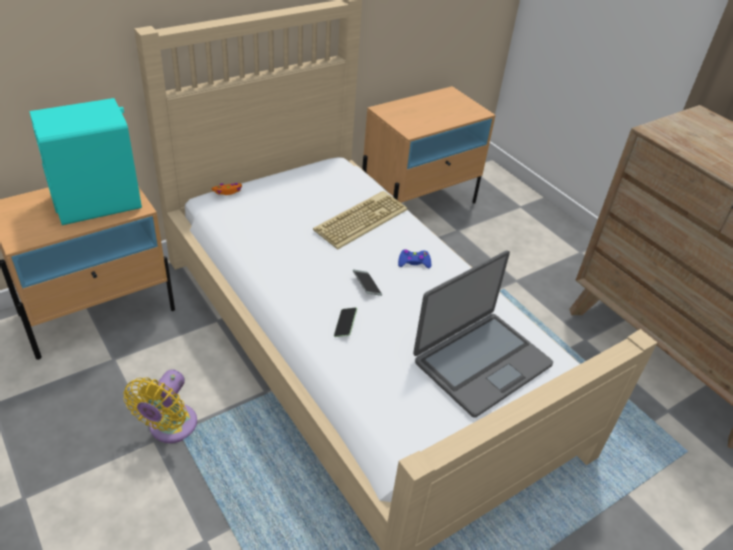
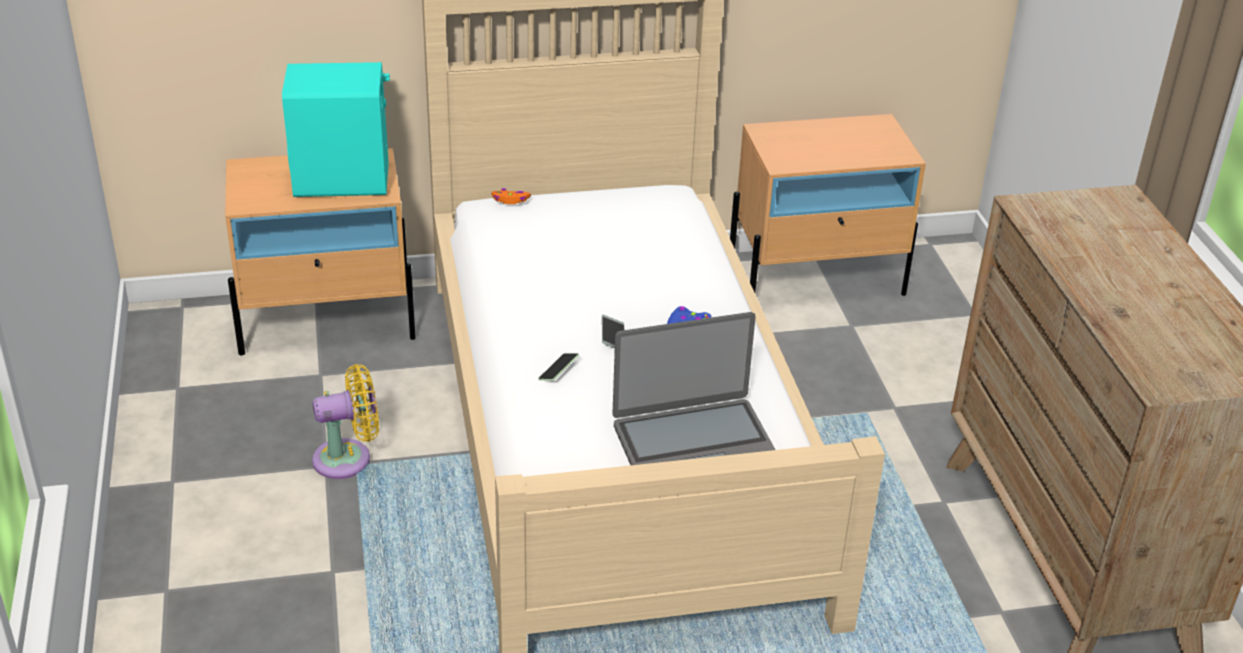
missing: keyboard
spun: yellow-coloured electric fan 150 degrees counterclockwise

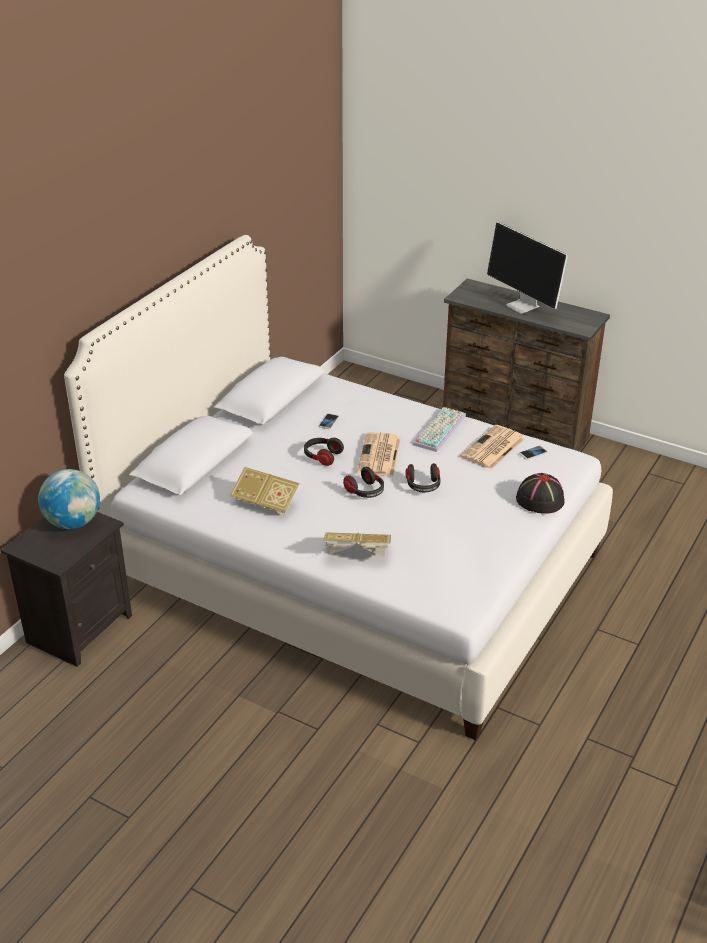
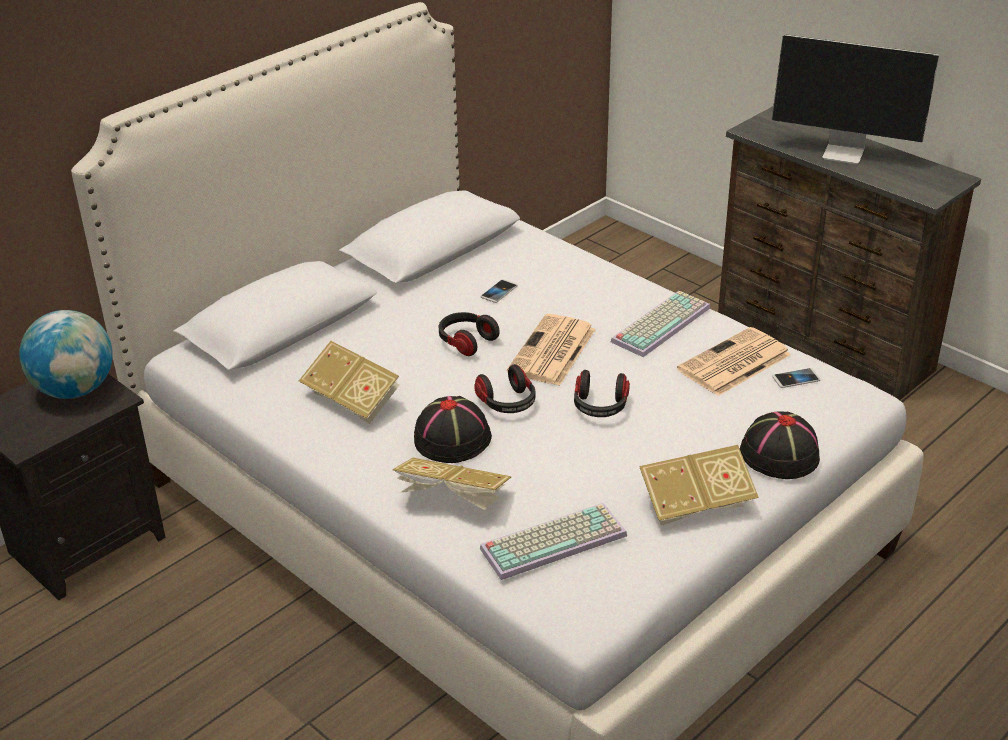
appeared: blackish wearable hat (no. 1 from left); bound book (no. 3 from left); keyboard (no. 1 from left)
spun: monitor 45 degrees counterclockwise

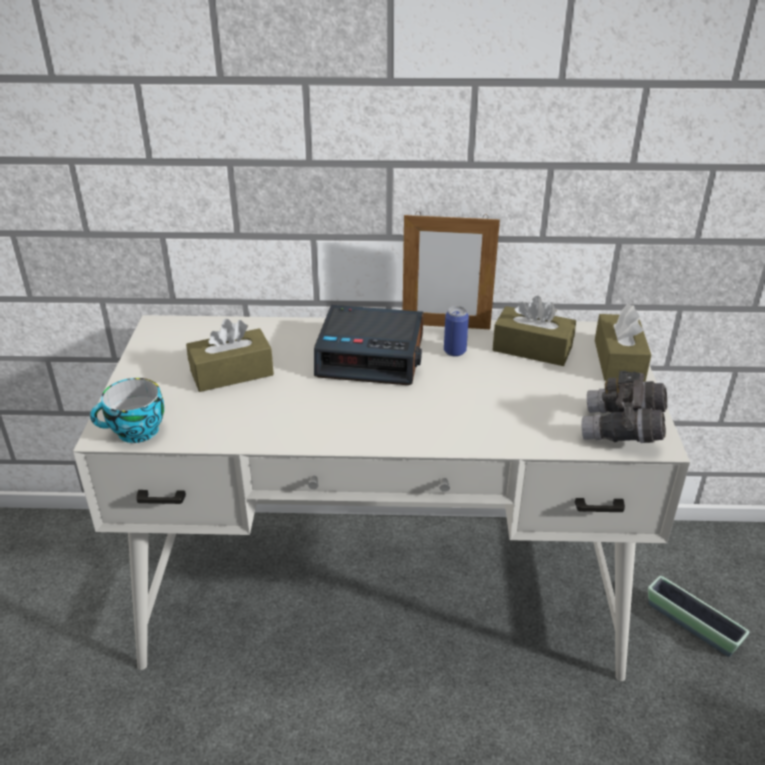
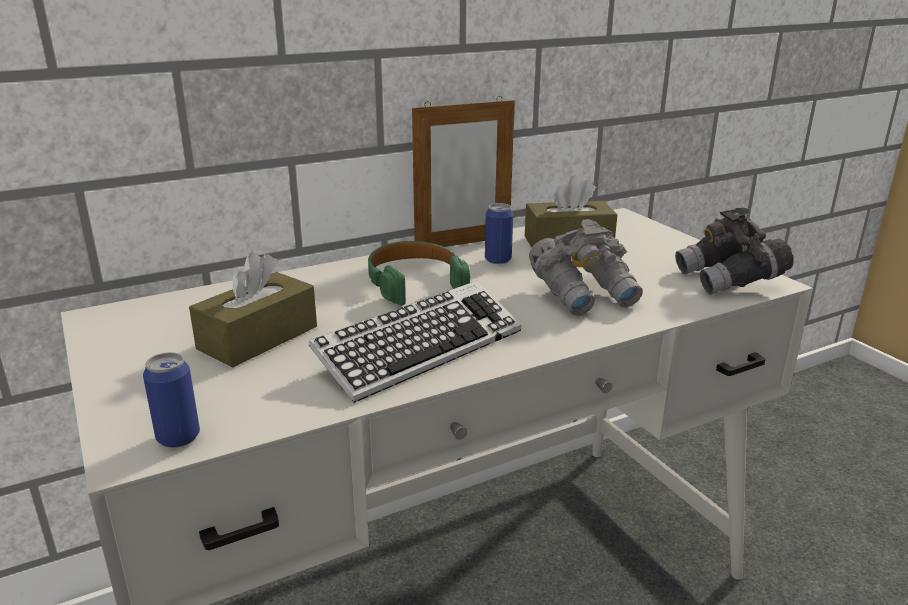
missing: brown tissue holder (no. 3 from left); planter
appeared: greyish binoculars (no. 1 from left); keyboard
exchanged: bedside clock to green pair of headphones; drinking cup to metal can (no. 1 from left)

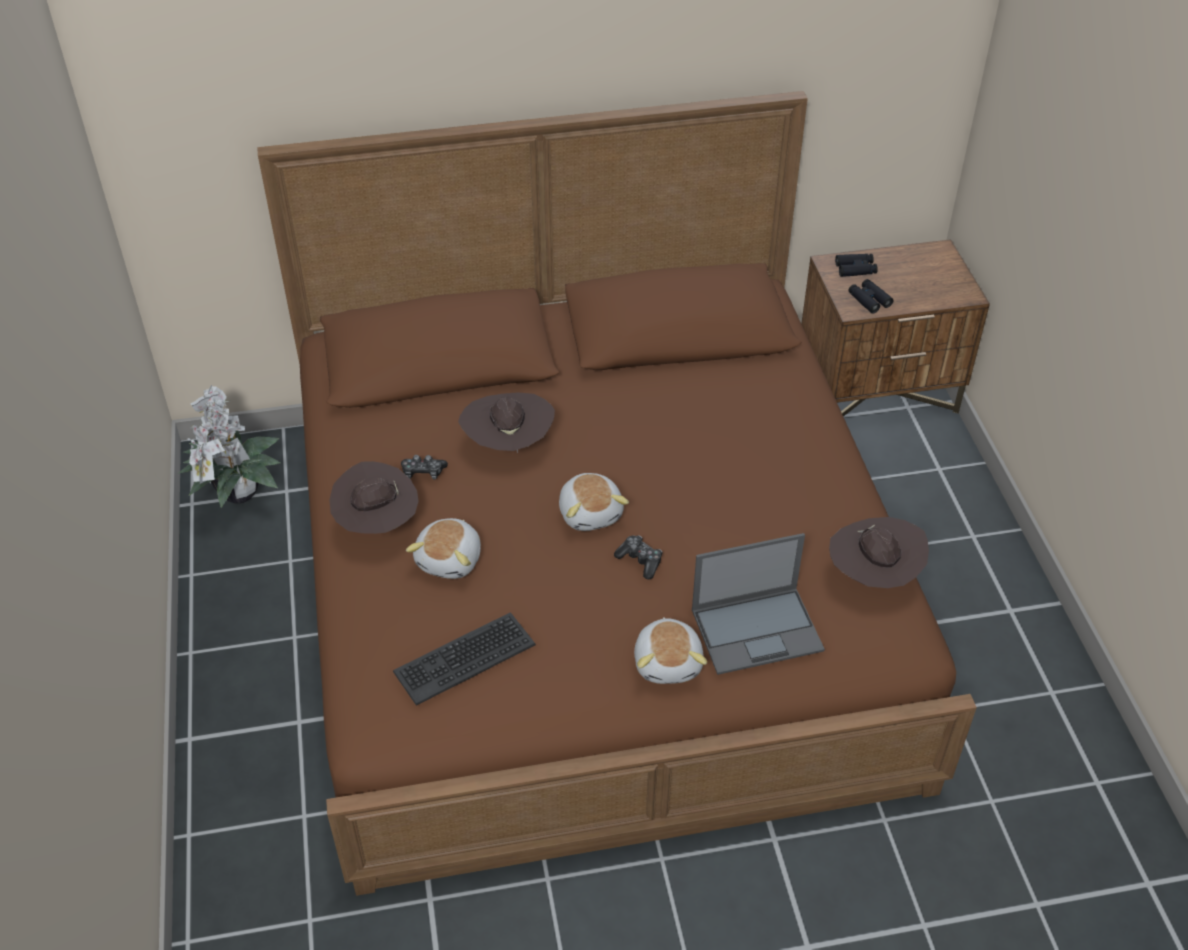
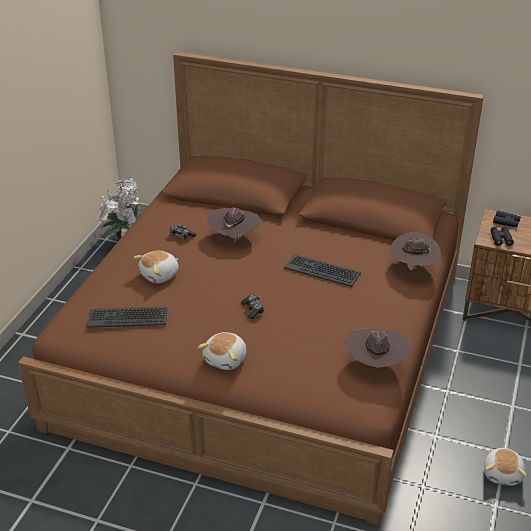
missing: laptop
appeared: keyboard (no. 2 from left)
relocated: brown wearable hat (no. 1 from left in the first image) to brown wearable hat (no. 3 from left); plush toy (no. 2 from left in the first image) to plush toy (no. 3 from left)

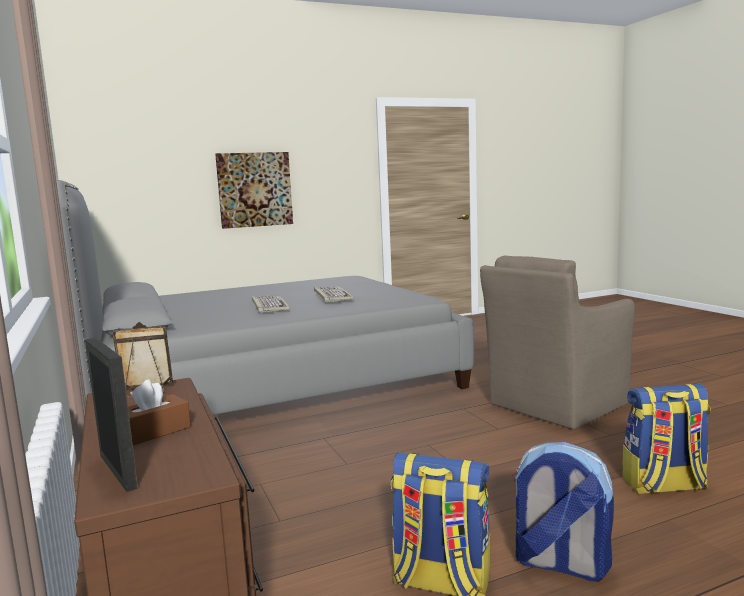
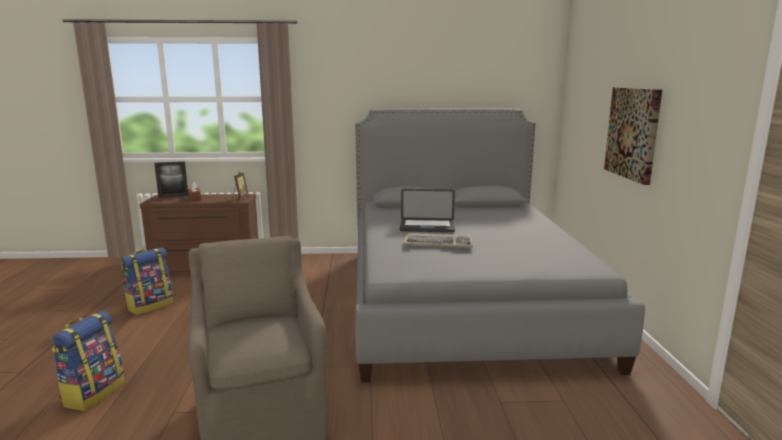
missing: rucksack (no. 2 from left)
exchanged: keyboard (no. 1 from left) to laptop

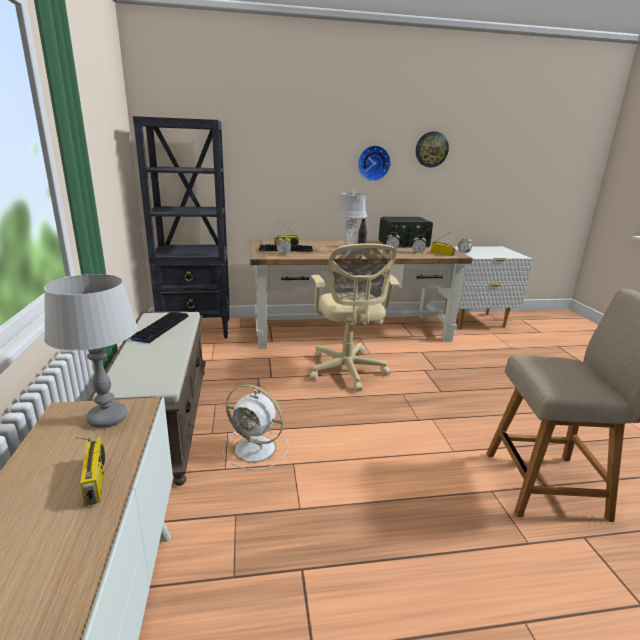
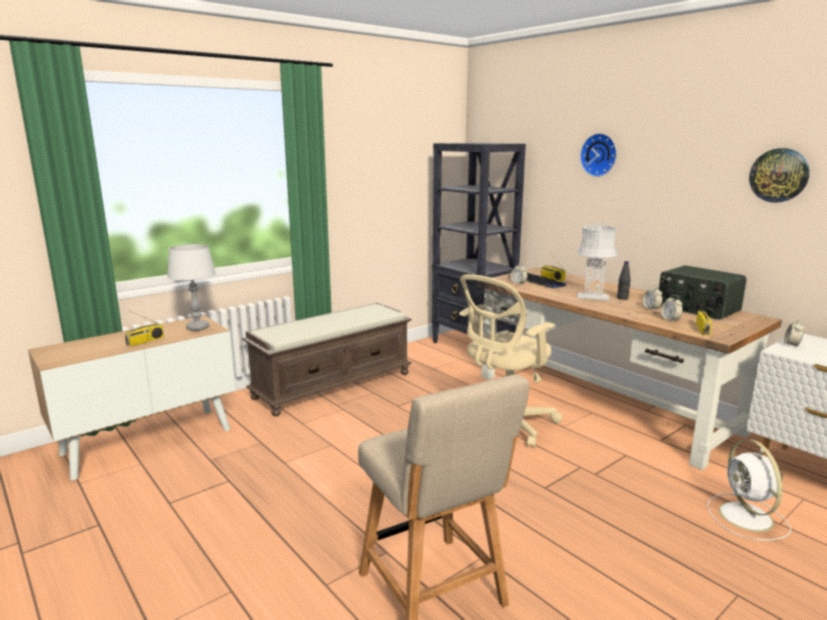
missing: keyboard (no. 1 from left)
relocated: hanging clock (no. 1 from left); white electric fan

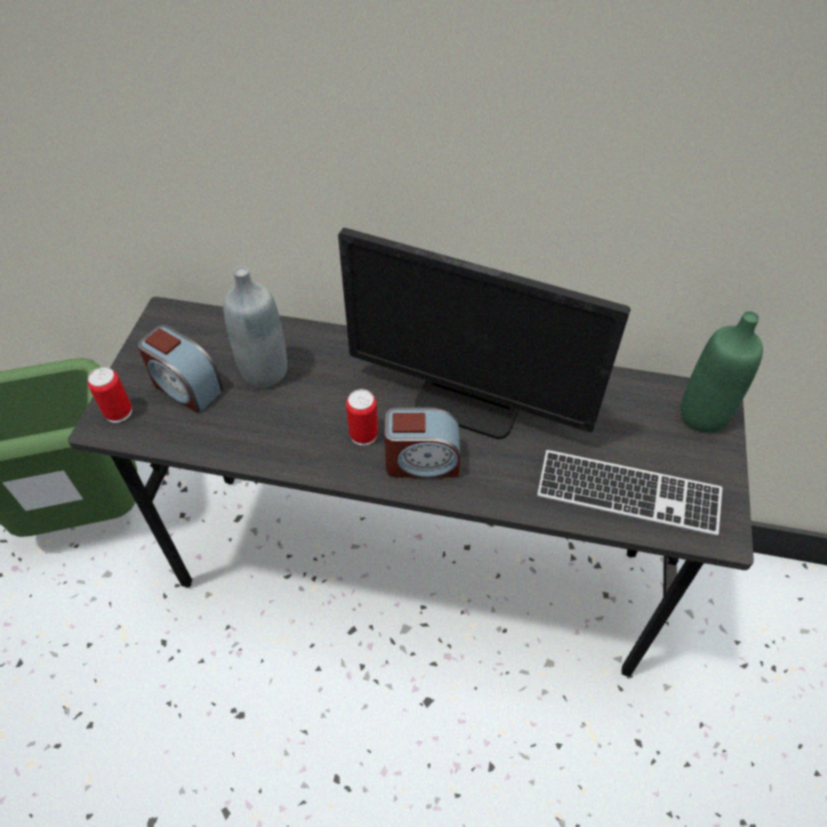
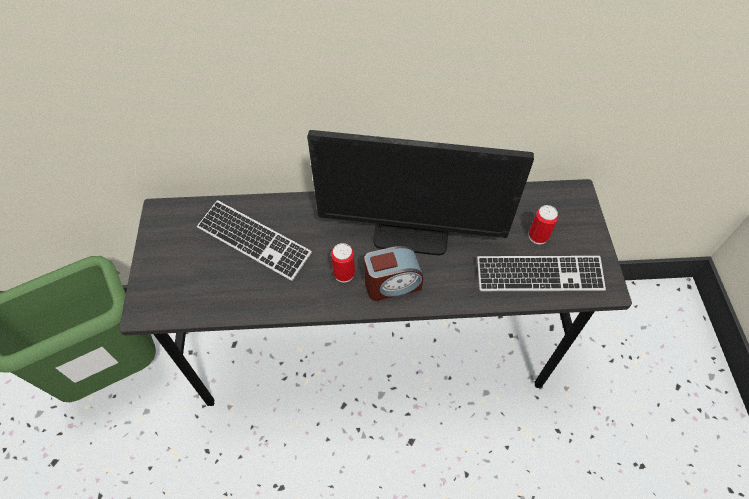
missing: green drink bottle; bedside clock (no. 1 from left)
relocated: metal can (no. 1 from left in the first image) to metal can (no. 2 from left)
exchanged: greyish drink bottle to keyboard (no. 1 from left)

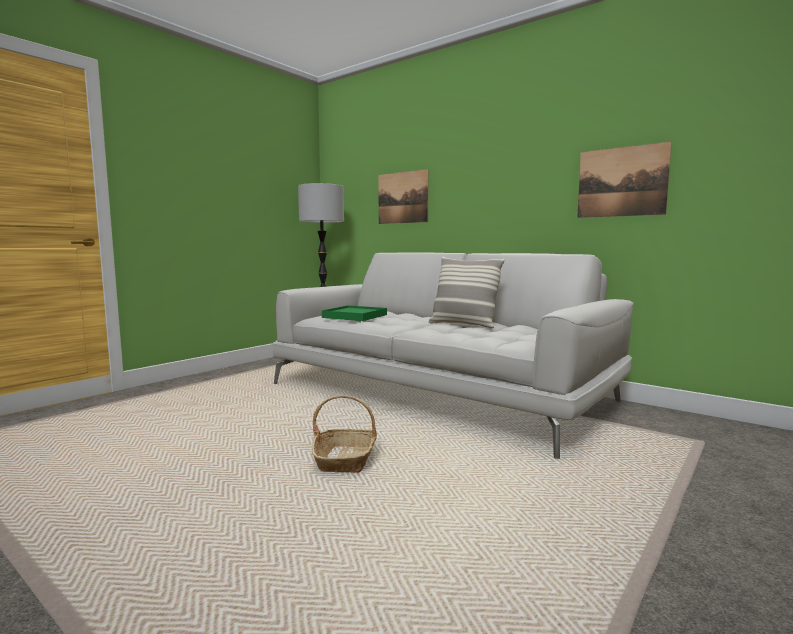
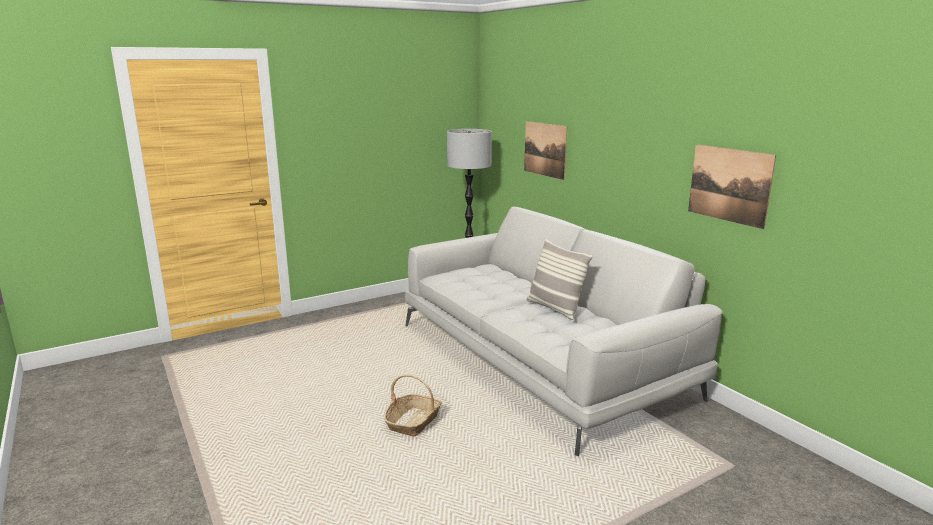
missing: green carrying tray

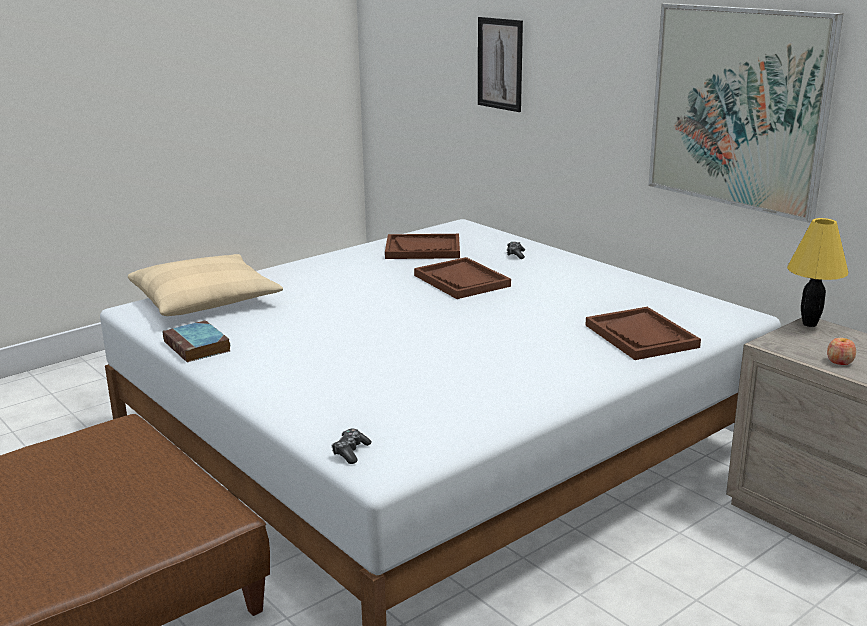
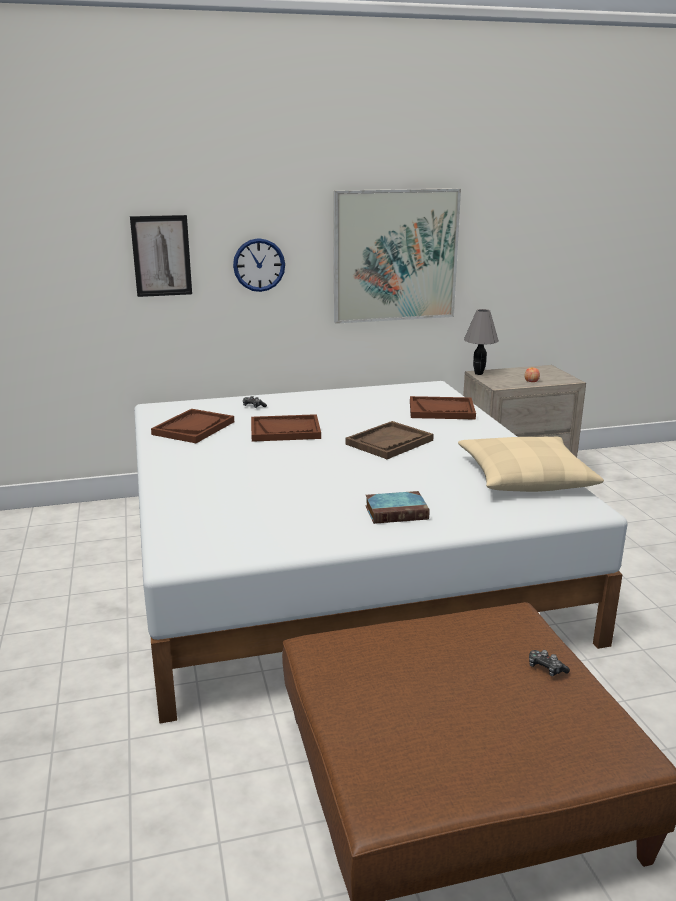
appeared: hanging clock; brown carrying tray (no. 3 from left)
relocated: sand-coloured throw pillow; bound book; game controller (no. 1 from left in the first image) to game controller (no. 2 from left)
colour: yellow-coloured table lamp to greyish table lamp

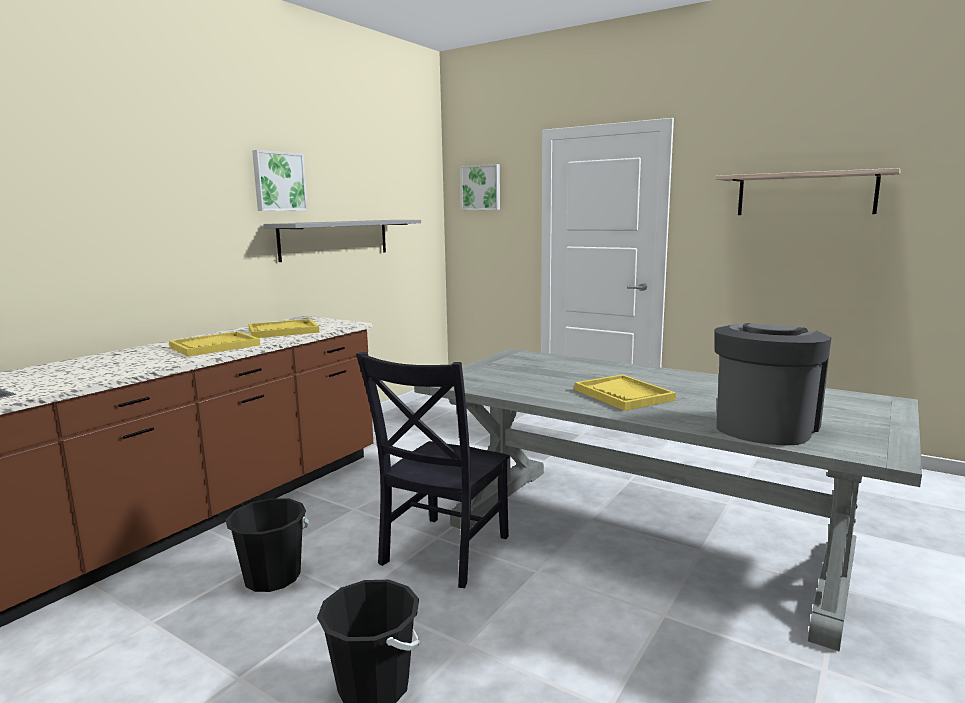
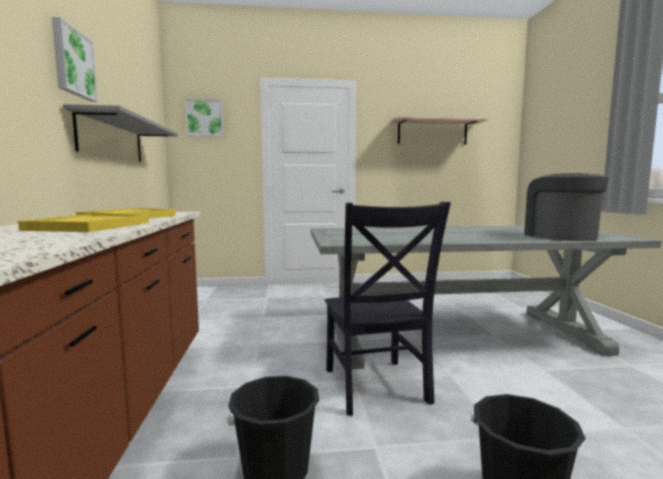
missing: yellow-coloured carrying tray (no. 3 from left)

